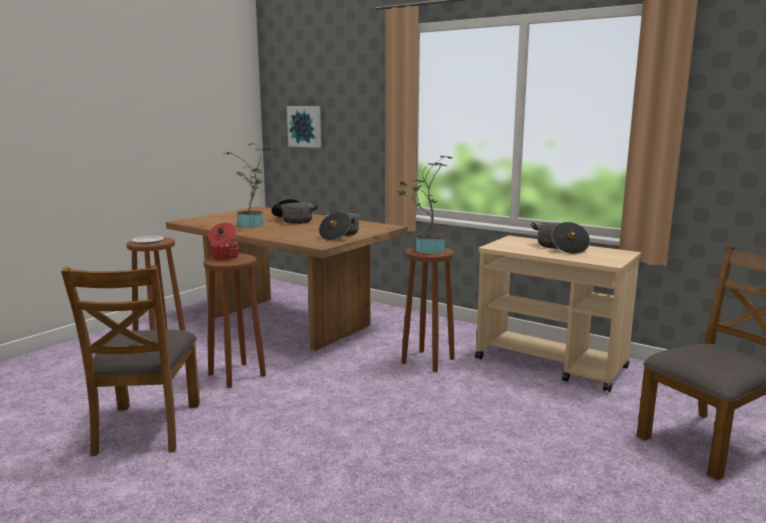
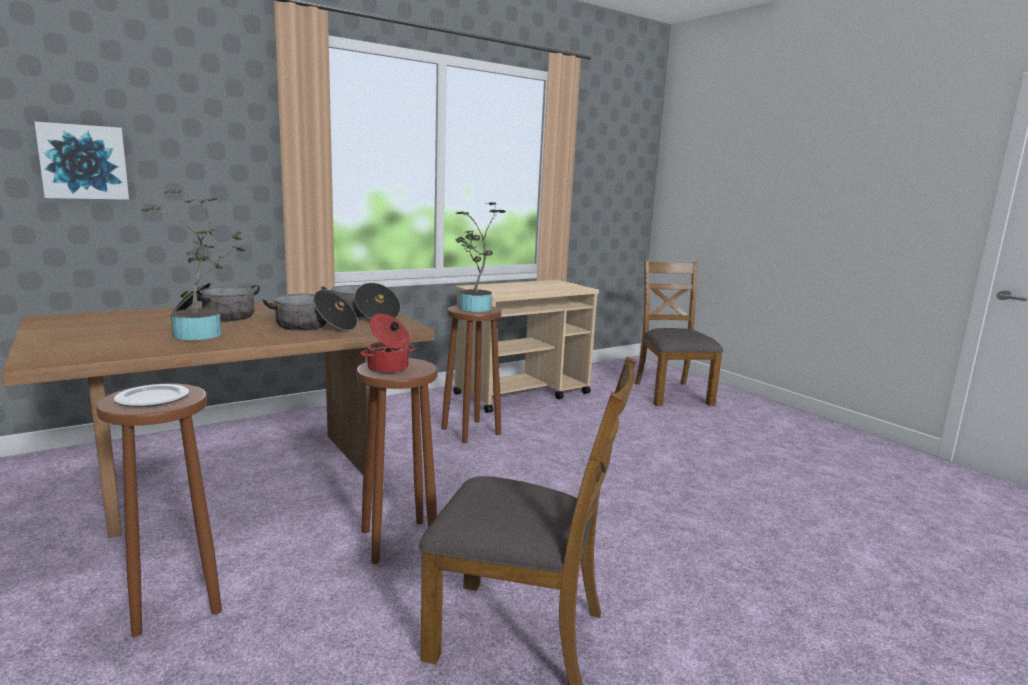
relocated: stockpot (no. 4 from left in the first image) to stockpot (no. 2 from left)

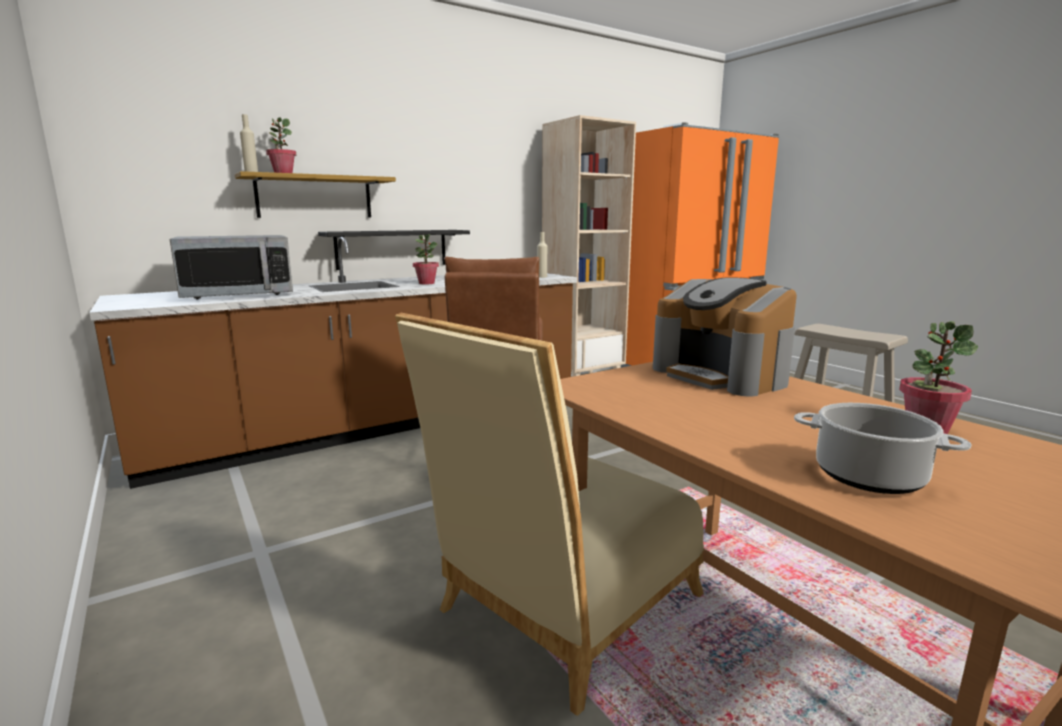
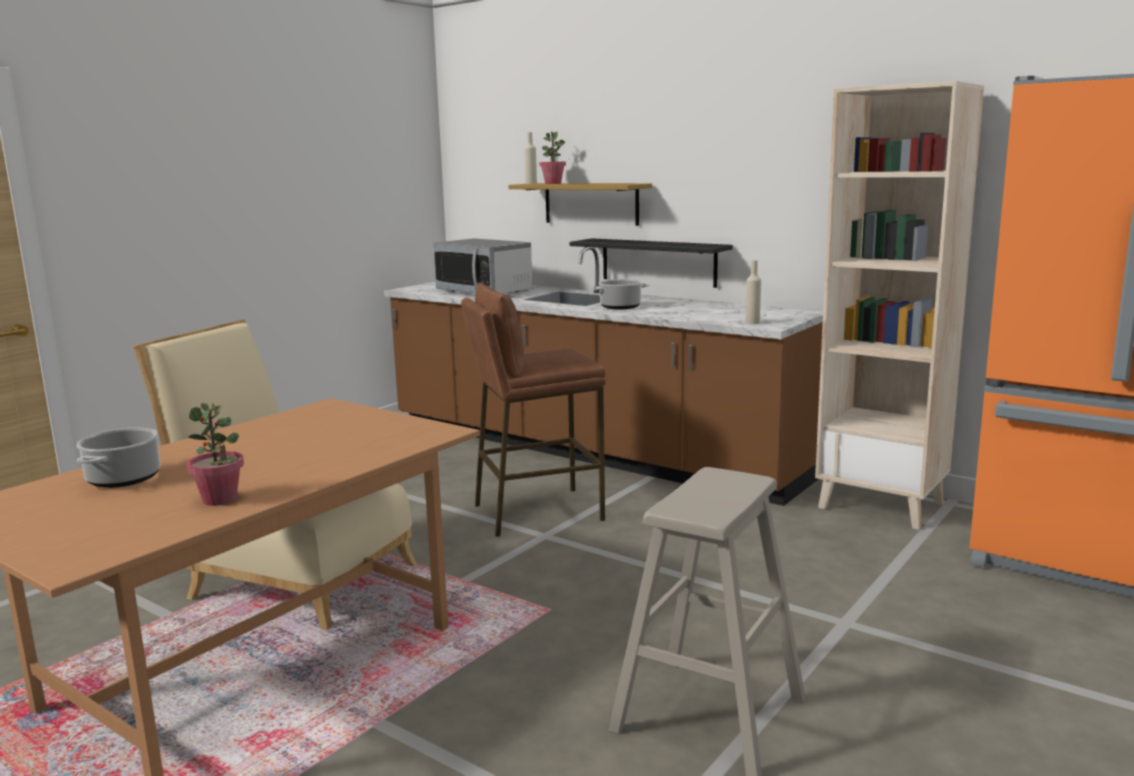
missing: coffee maker
exchanged: plant in a pot (no. 2 from left) to stockpot (no. 2 from left)

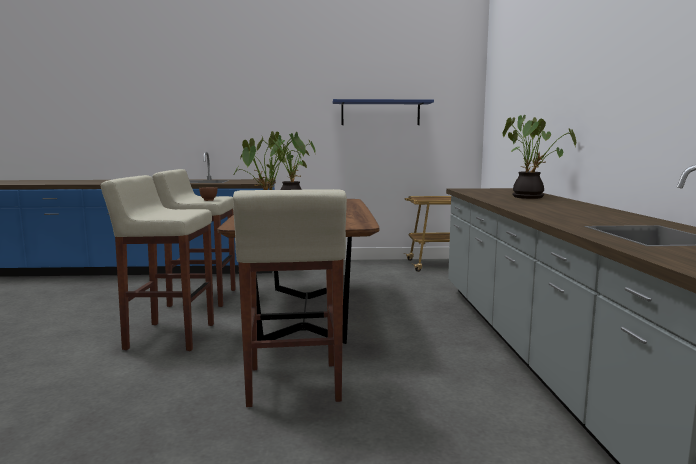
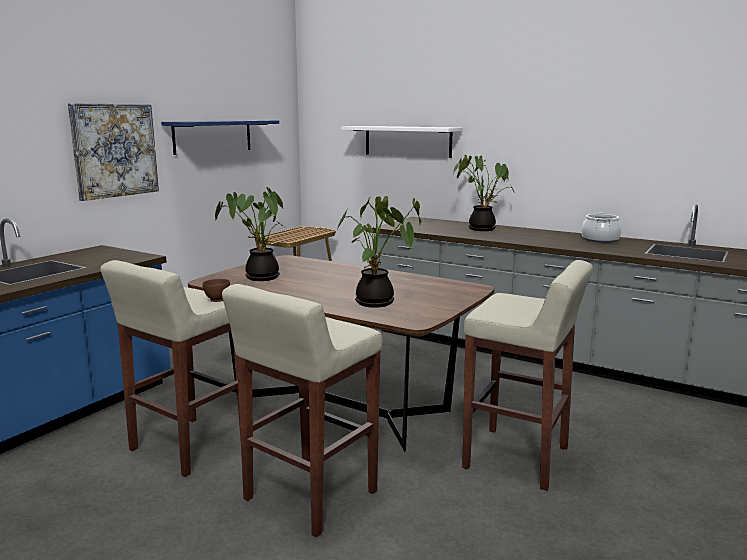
appeared: wall art; white shelf; stockpot

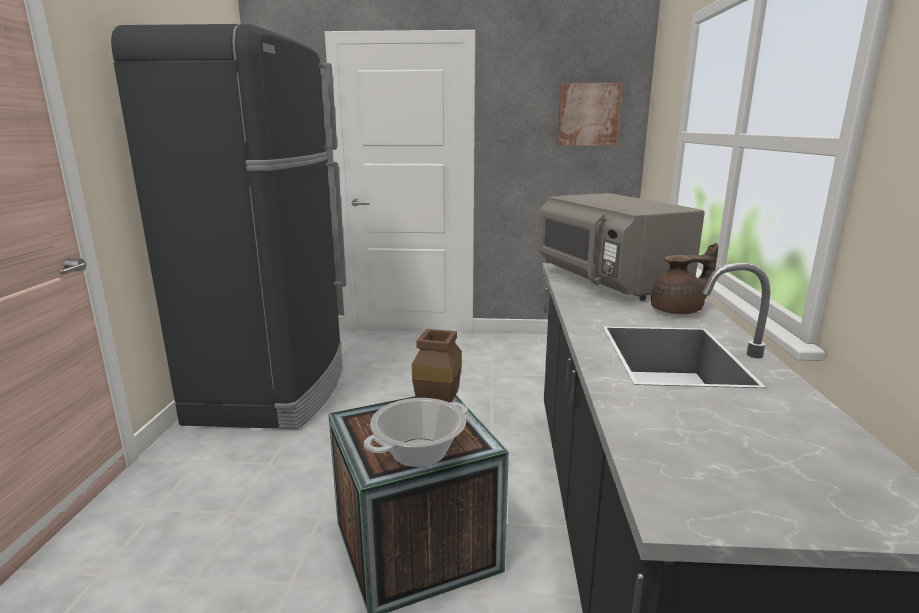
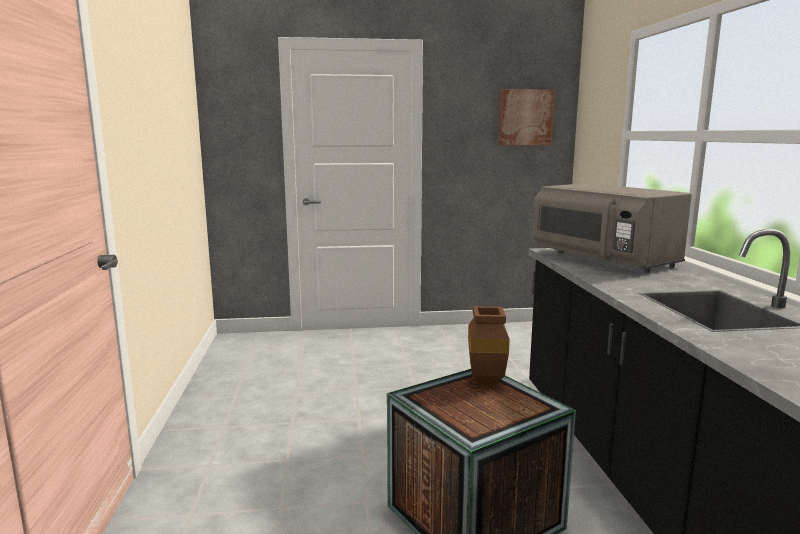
missing: blackish kitchen fridge; brown pot for tea; stockpot

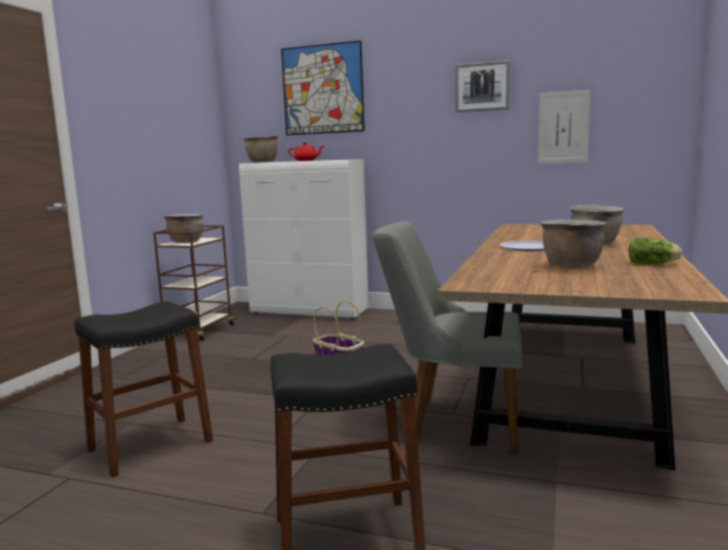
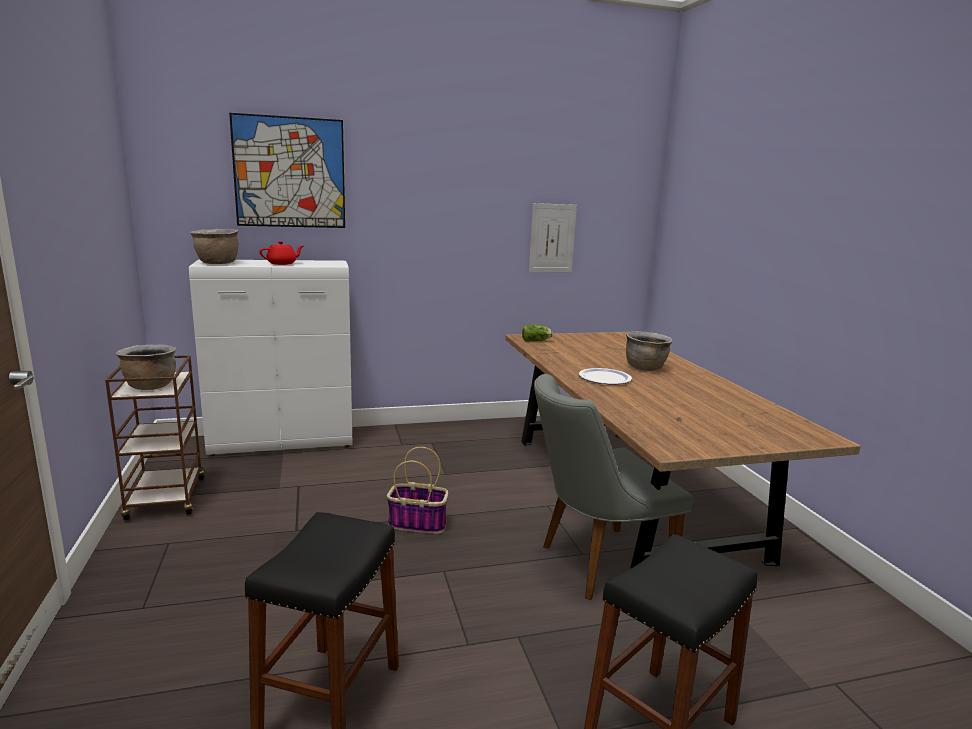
missing: wall art (no. 2 from left); brown stockpot (no. 3 from left)
relocated: lettuce head

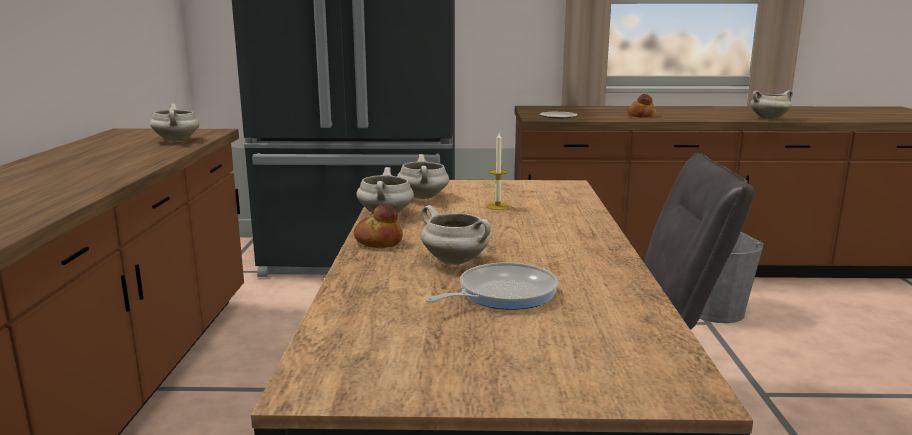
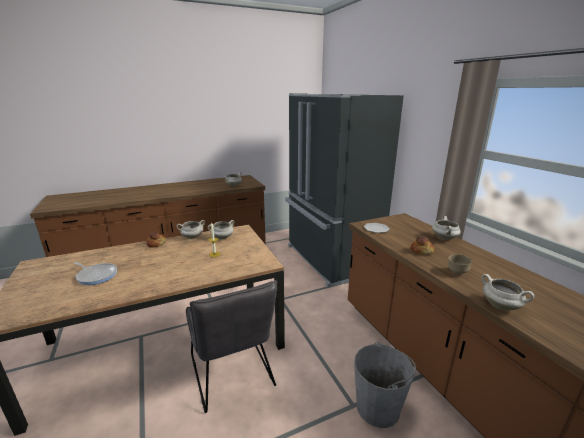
appeared: brown deep dish
relocated: white stockpot (no. 4 from left)

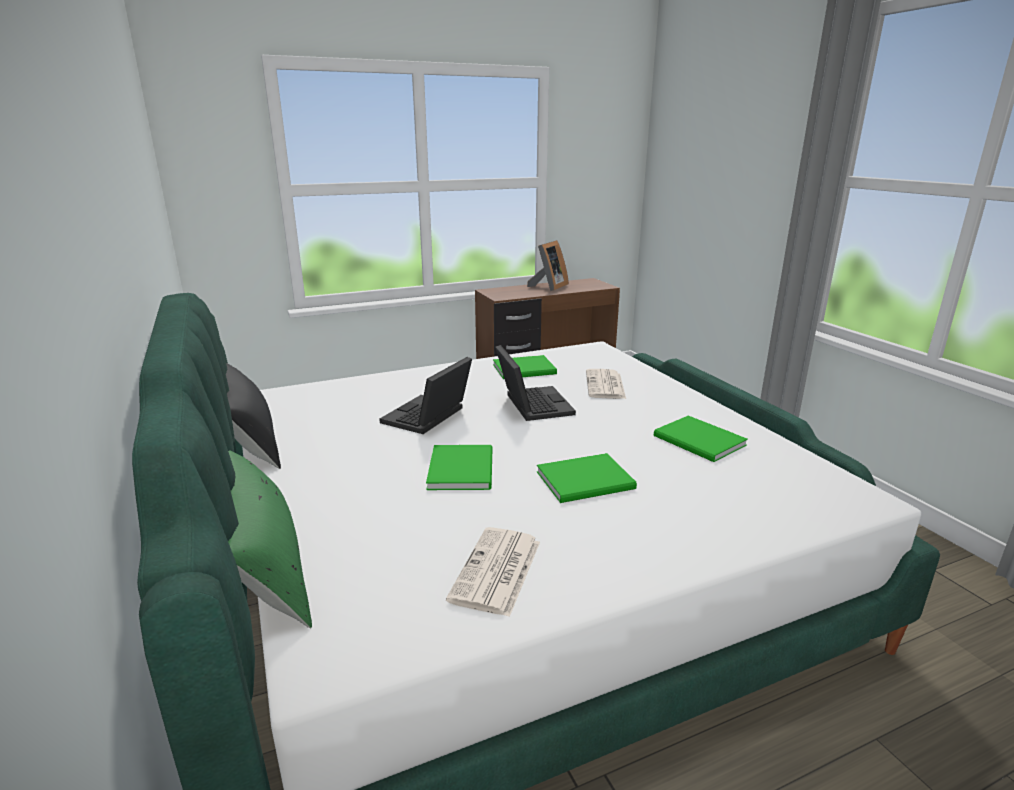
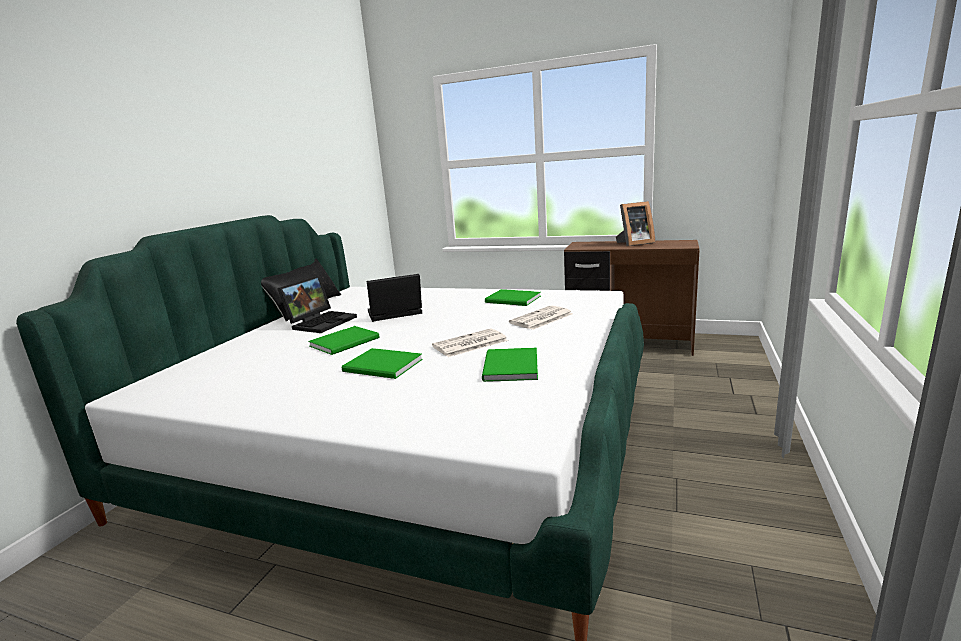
missing: green throw pillow
relocated: laptop (no. 2 from left in the first image) to laptop (no. 1 from left); newspaper (no. 1 from left)

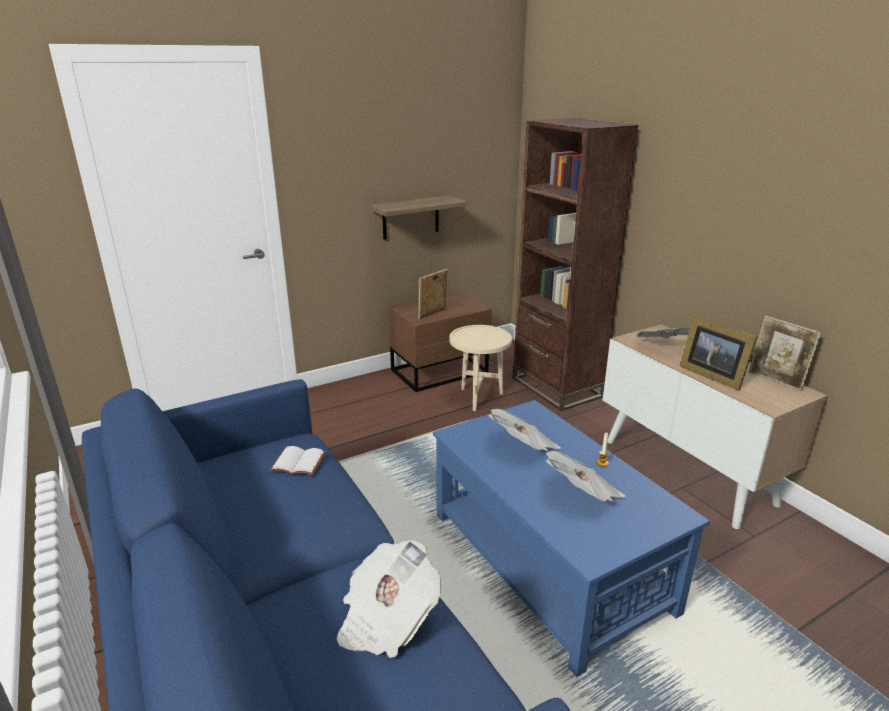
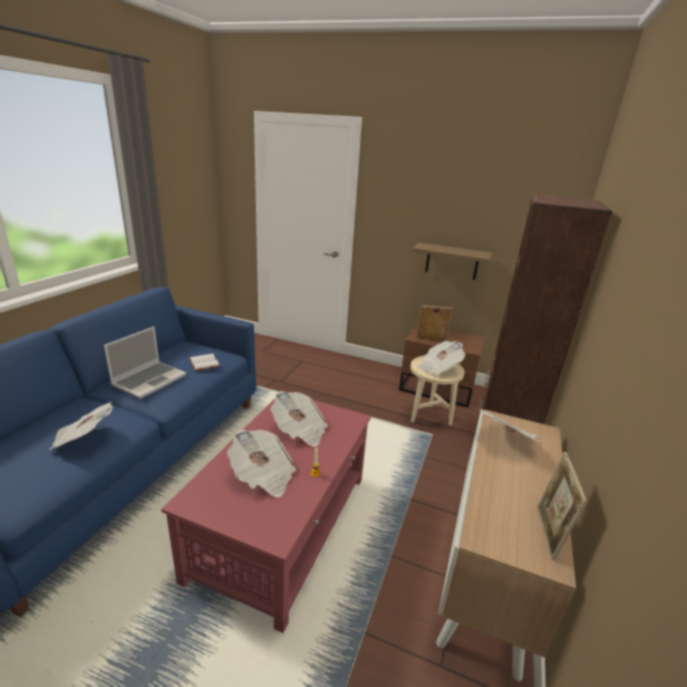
missing: photo frame (no. 2 from left)
appeared: laptop; newspaper (no. 4 from left)
colour: bluish coffee table to reddish coffee table

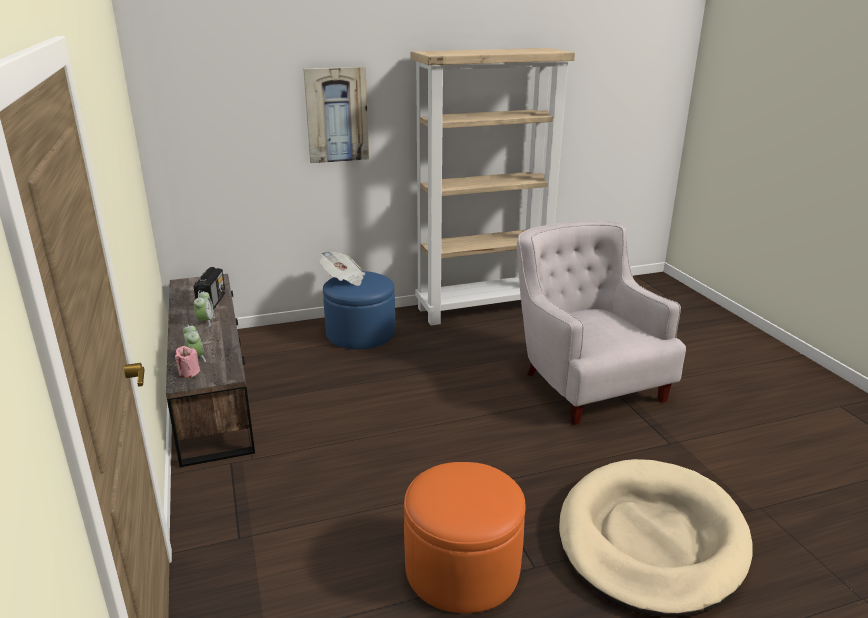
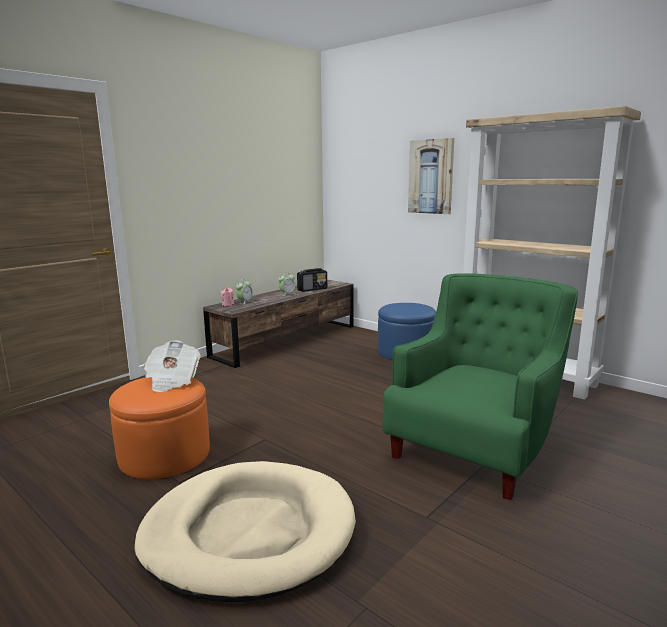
relocated: newspaper
colour: white armchair to green armchair

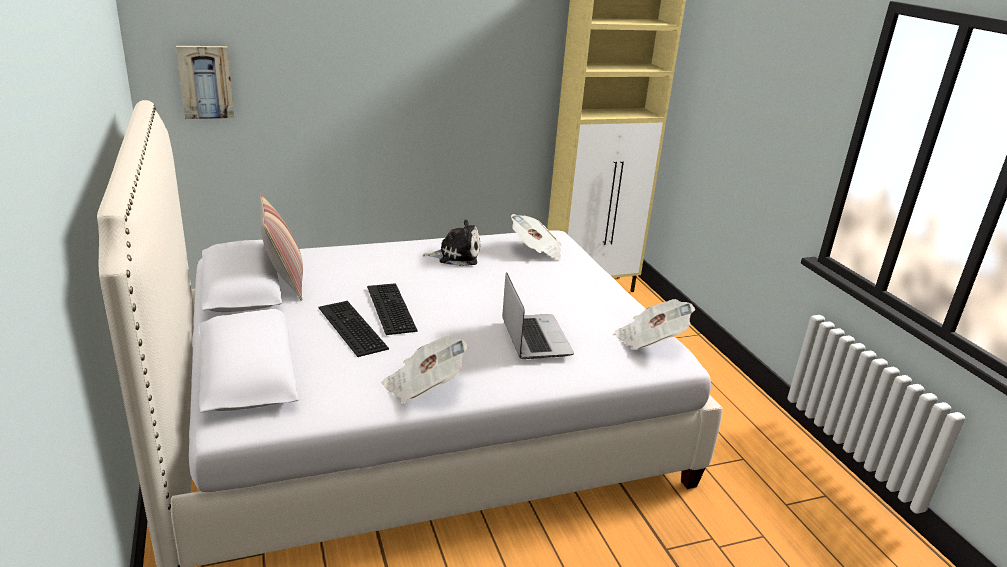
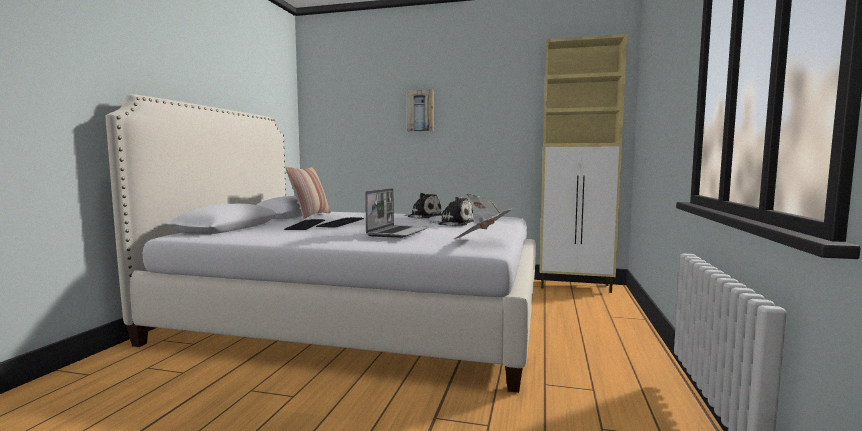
missing: newspaper (no. 1 from left)
appeared: plush toy (no. 2 from left)
relocated: wall art

